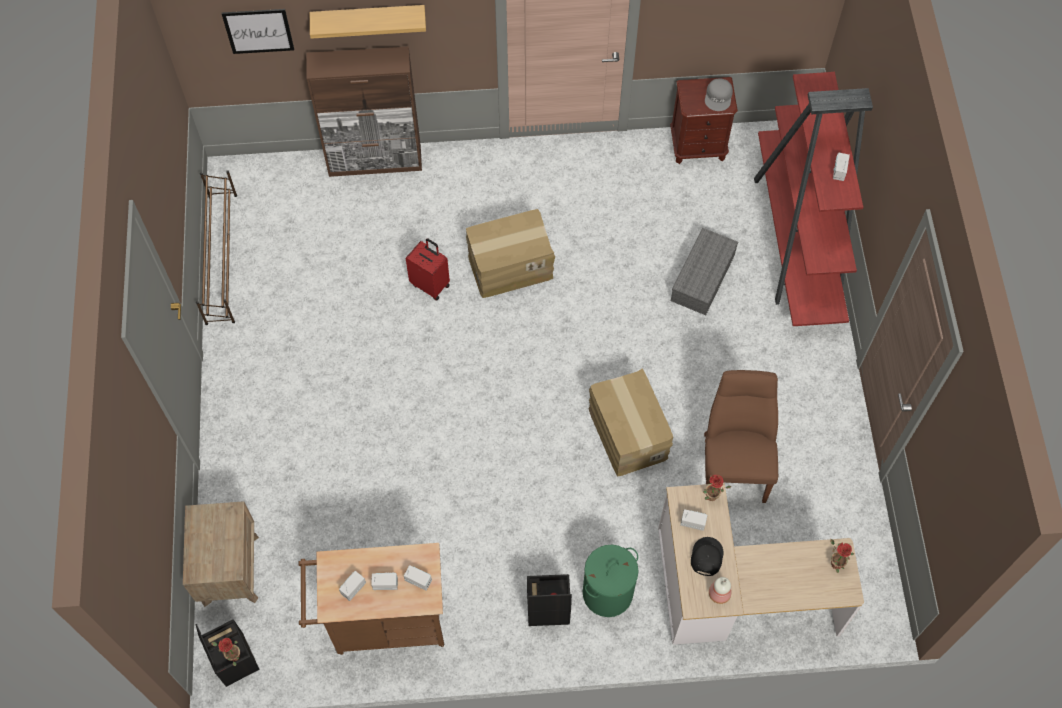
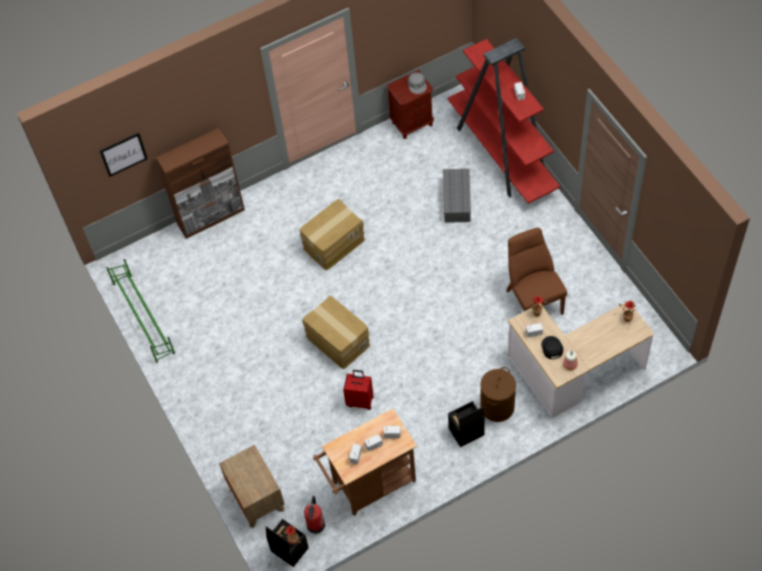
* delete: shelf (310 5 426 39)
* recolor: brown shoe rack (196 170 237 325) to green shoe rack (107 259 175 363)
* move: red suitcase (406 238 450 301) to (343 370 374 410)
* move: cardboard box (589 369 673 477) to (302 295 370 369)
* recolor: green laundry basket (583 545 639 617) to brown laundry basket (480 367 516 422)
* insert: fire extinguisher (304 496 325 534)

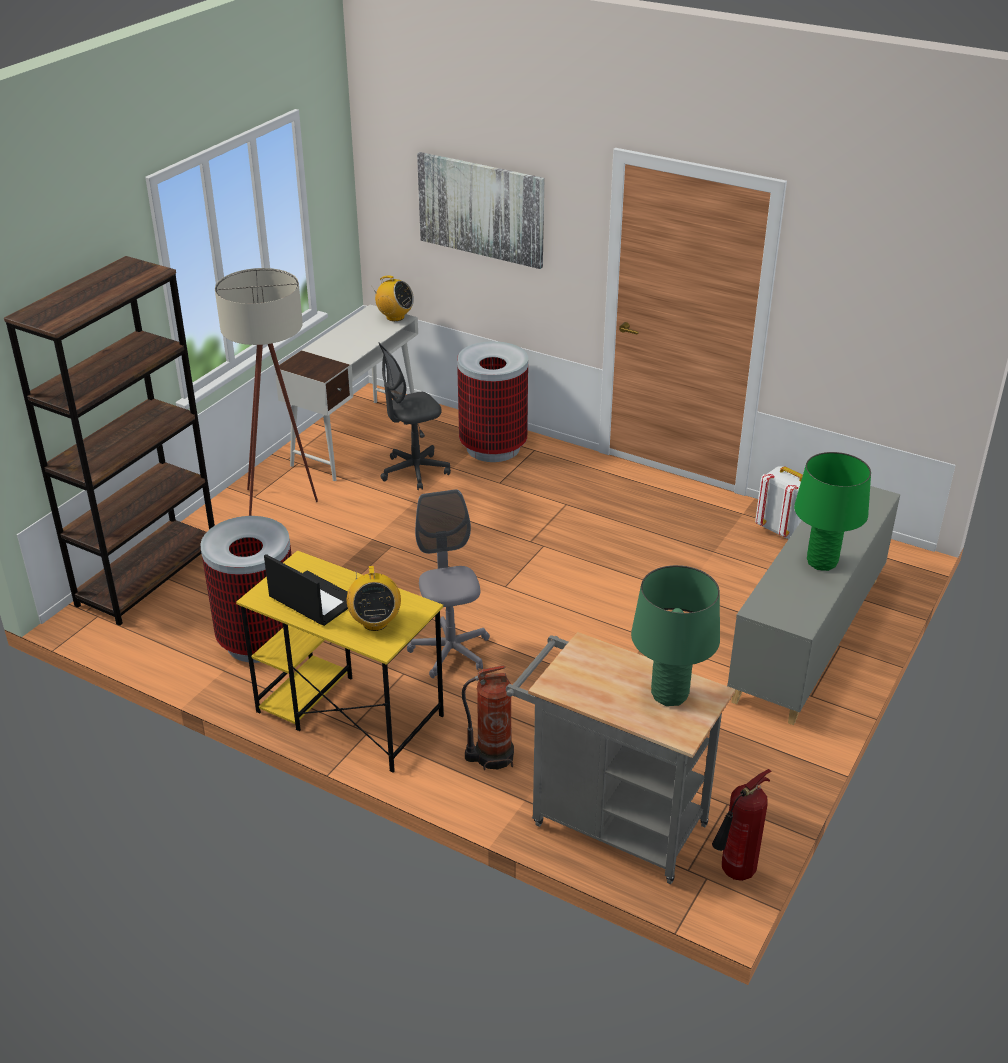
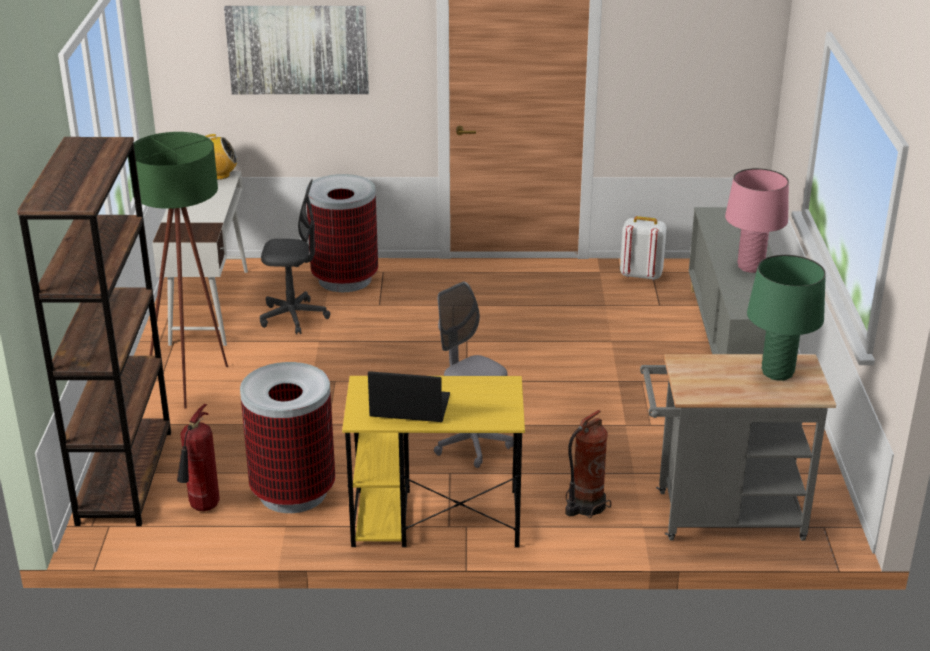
* recolor: beige floor lamp (215 268 318 516) to green floor lamp (128 132 228 409)
* rotate: grey office chair (378 342 451 490) = (260 179 330 335) 120 degrees counterclockwise
* recolor: green table lamp (794 452 871 571) to pink table lamp (725 168 789 273)
* delete: radio (347 566 401 631)
* move: fire extinguisher (712 769 771 881) to (177 404 220 511)

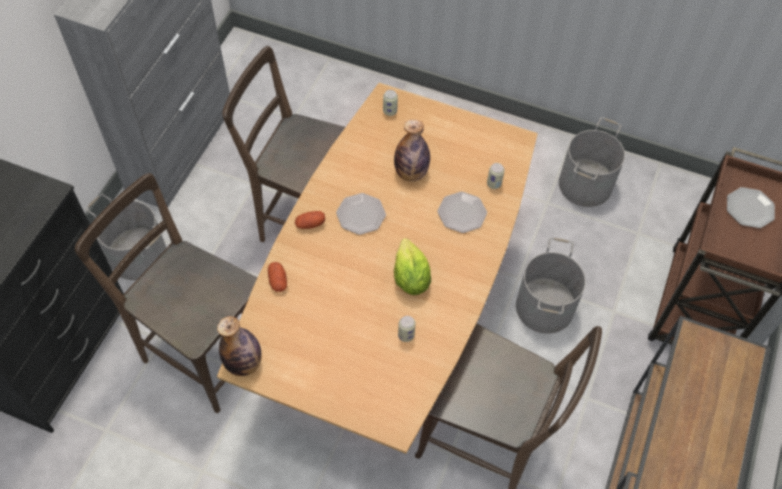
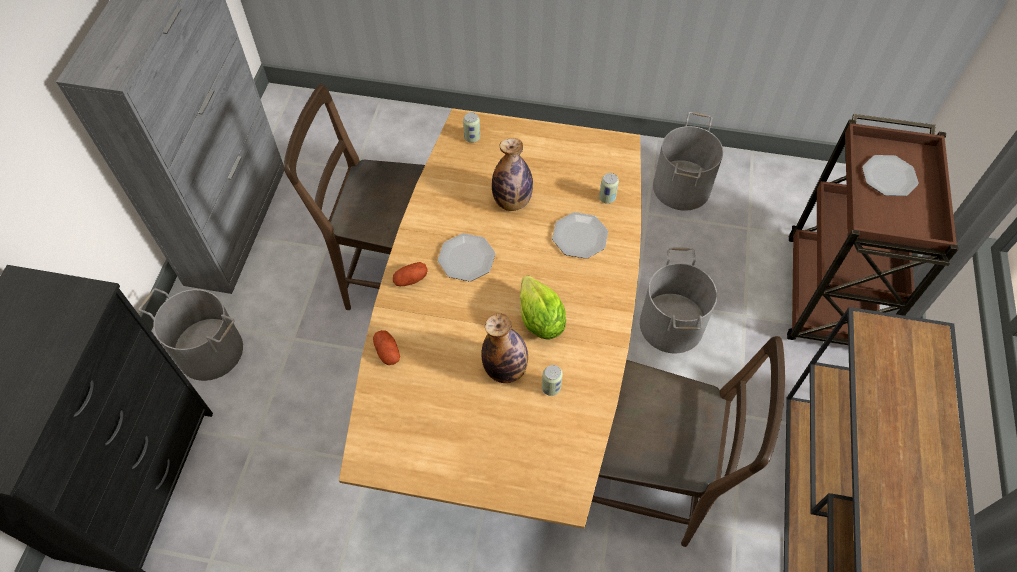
* delete: brown chair (75 173 257 413)
* move: bottle (217 316 262 376) to (481 313 528 383)

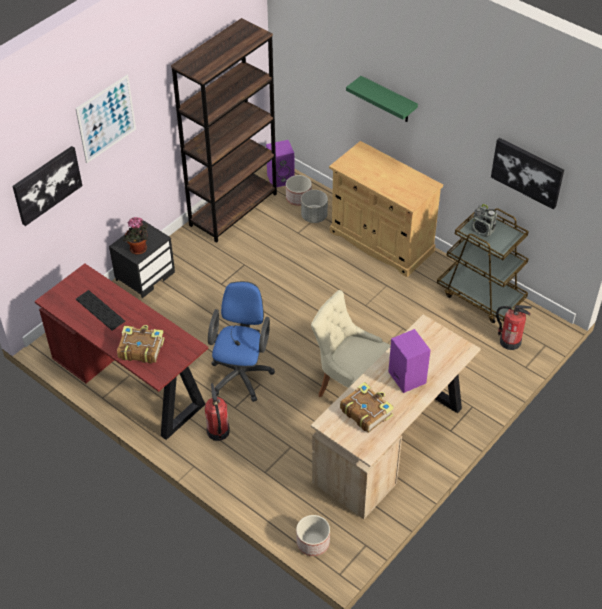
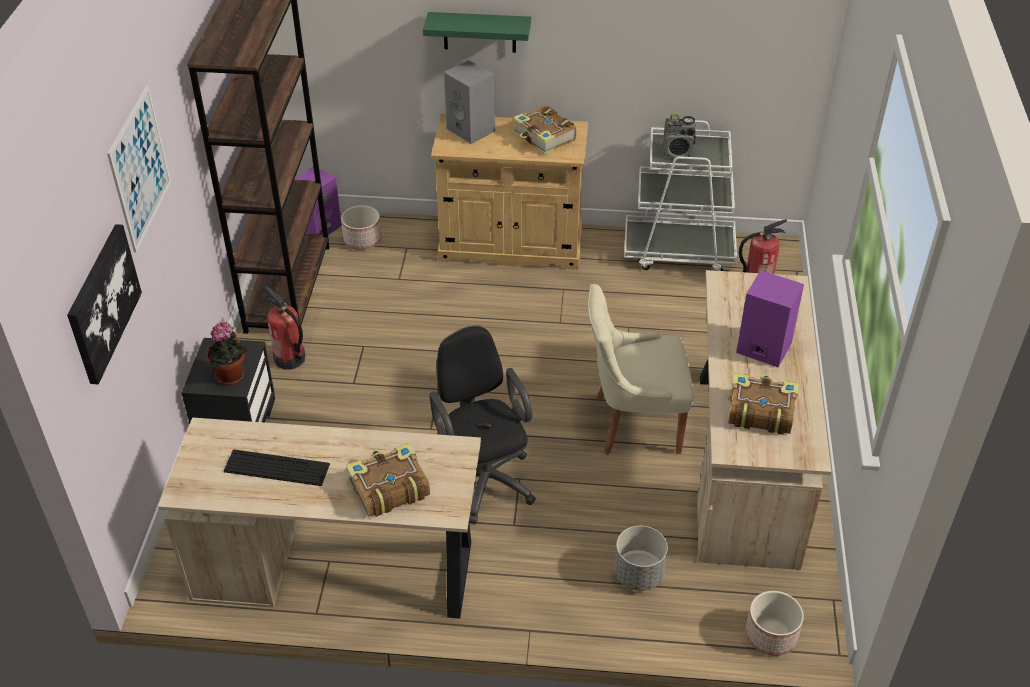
* delete: picture (491 138 564 210)
* move: grey planter (301 190 328 223) to (614 526 668 591)
* recolor: brown cart (437 208 529 323) to white cart (624 120 737 271)
* recolor: red desk (35 264 208 440) to beige desk (158 418 481 618)
* recolor: blue office chair (208 281 275 402) to black office chair (430 326 536 524)
* move: fire extinguisher (205 383 230 441) to (265 286 305 370)
* insert: grey speaker (444 60 495 144)
* insert: book (513 105 577 156)

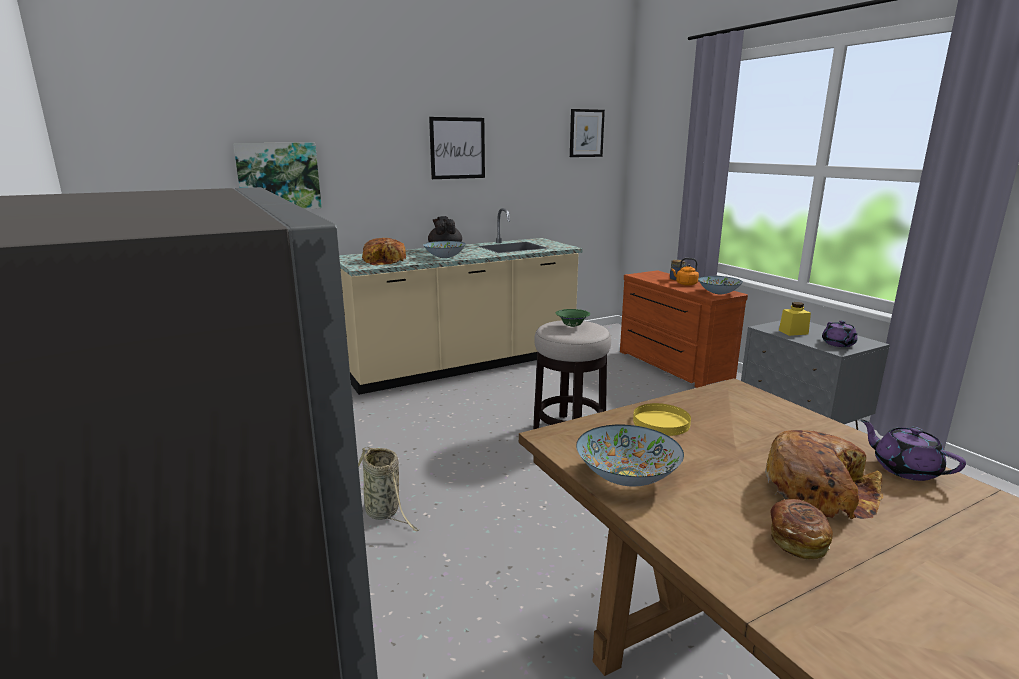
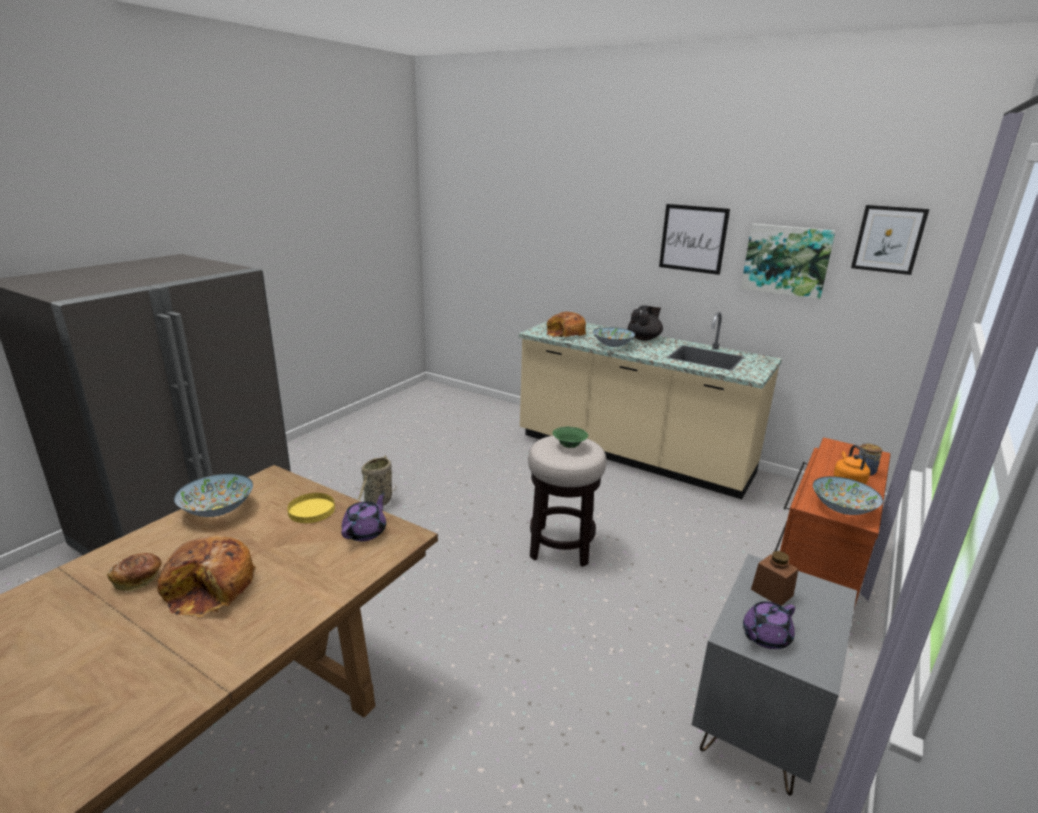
* move: picture (233 143 322 209) to (741 223 836 300)
* recolor: yellow jar (779 302 811 336) to brown jar (751 551 798 606)
* move: purple teapot (860 419 966 481) to (341 492 386 541)

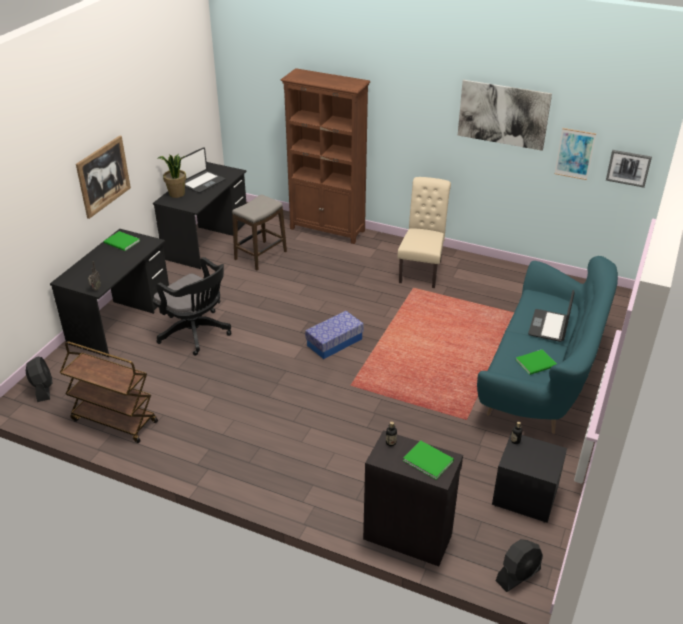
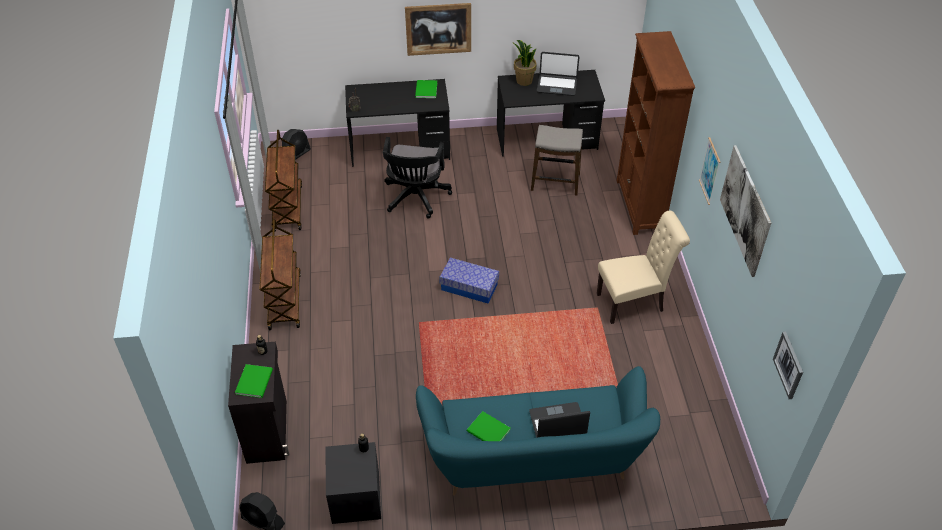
* move: picture (554 128 596 180) to (699 137 720 205)
* insert: brown cart (259 219 301 330)

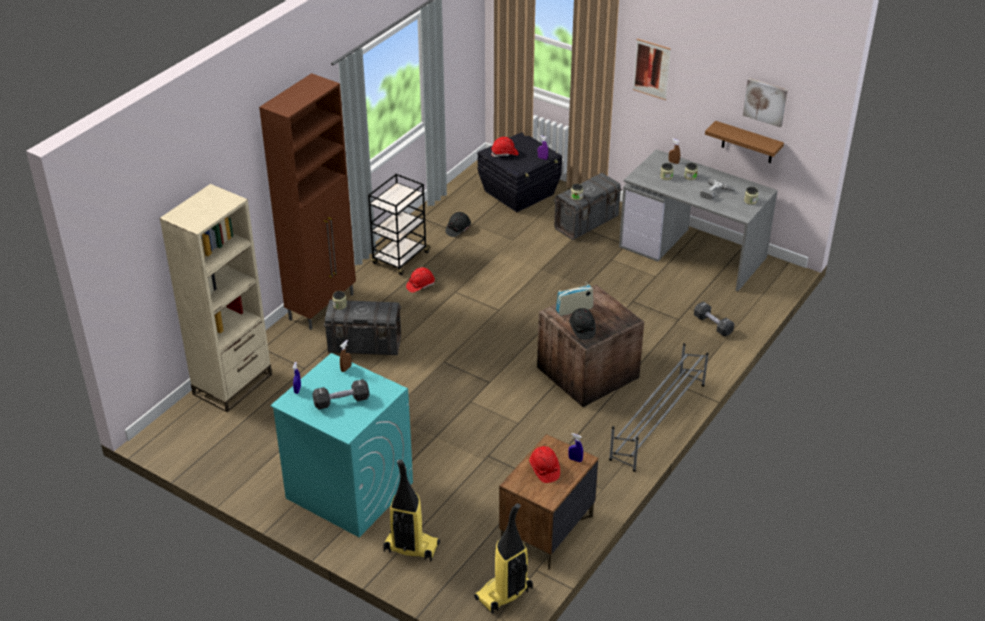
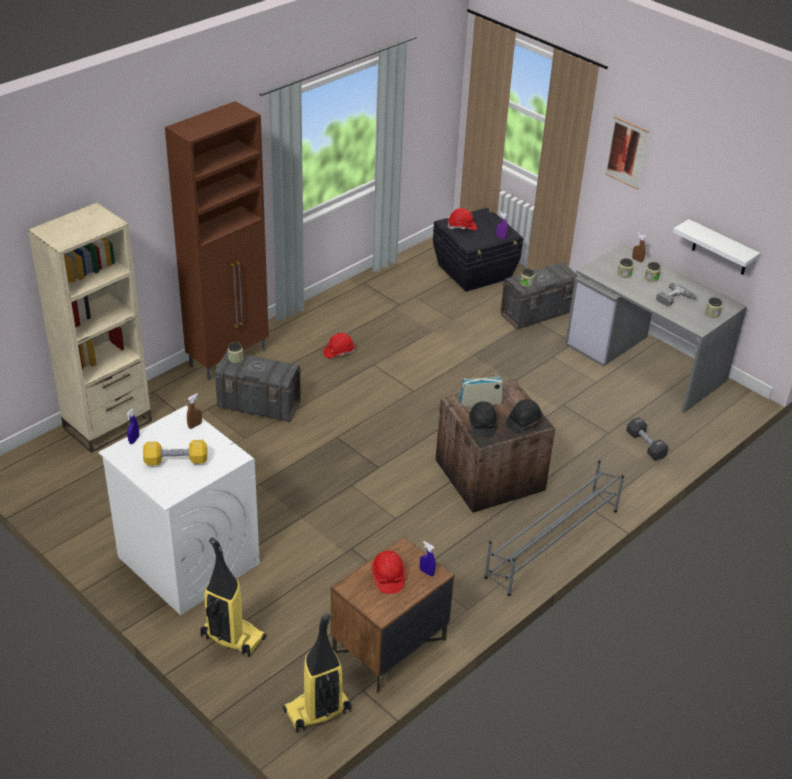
* delete: picture (743 78 787 127)
* recolor: brown shelf (705 121 784 163) to white shelf (673 219 760 275)
* delete: black cart (368 174 431 275)
* move: black hard hat (445 212 471 237) to (506 399 542 433)
* recolor: turquoise washing machine (270 353 413 537) to white washing machine (99 406 260 615)
* recolor: black dumbbell (312 379 369 409) to yellow dumbbell (143 440 207 466)

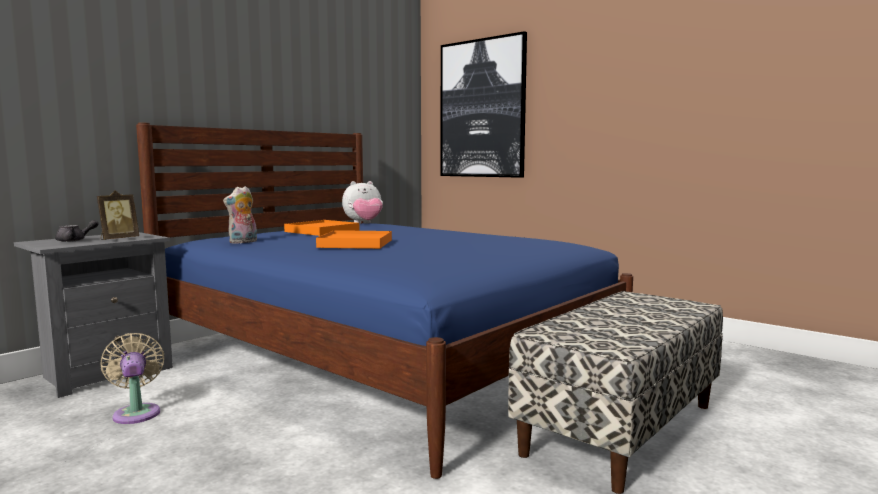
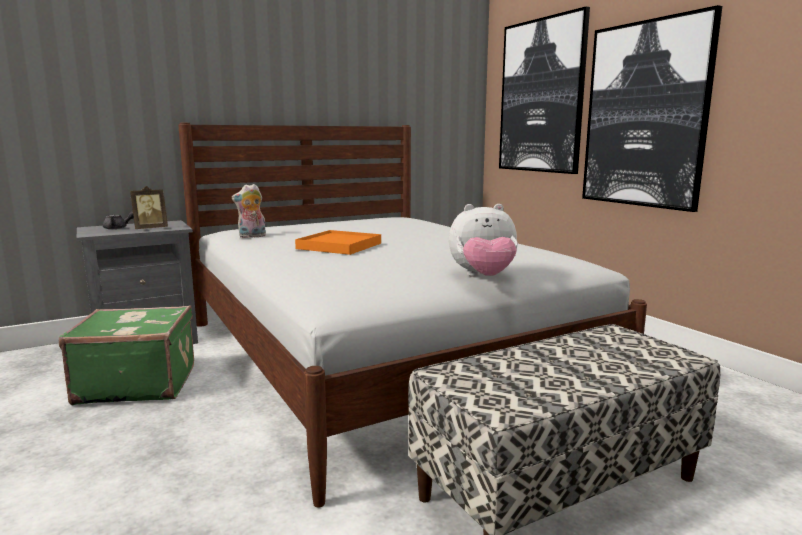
* recolor: blue bed (136 123 633 479) to white bed (178 123 647 508)
* move: plush toy (342 181 383 224) to (449 204 518 277)
* delete: orange tray (284 220 359 236)
* replace: beige fan (101 333 164 424) to green suitcase (59 305 194 405)
* insert: picture (582 5 722 212)

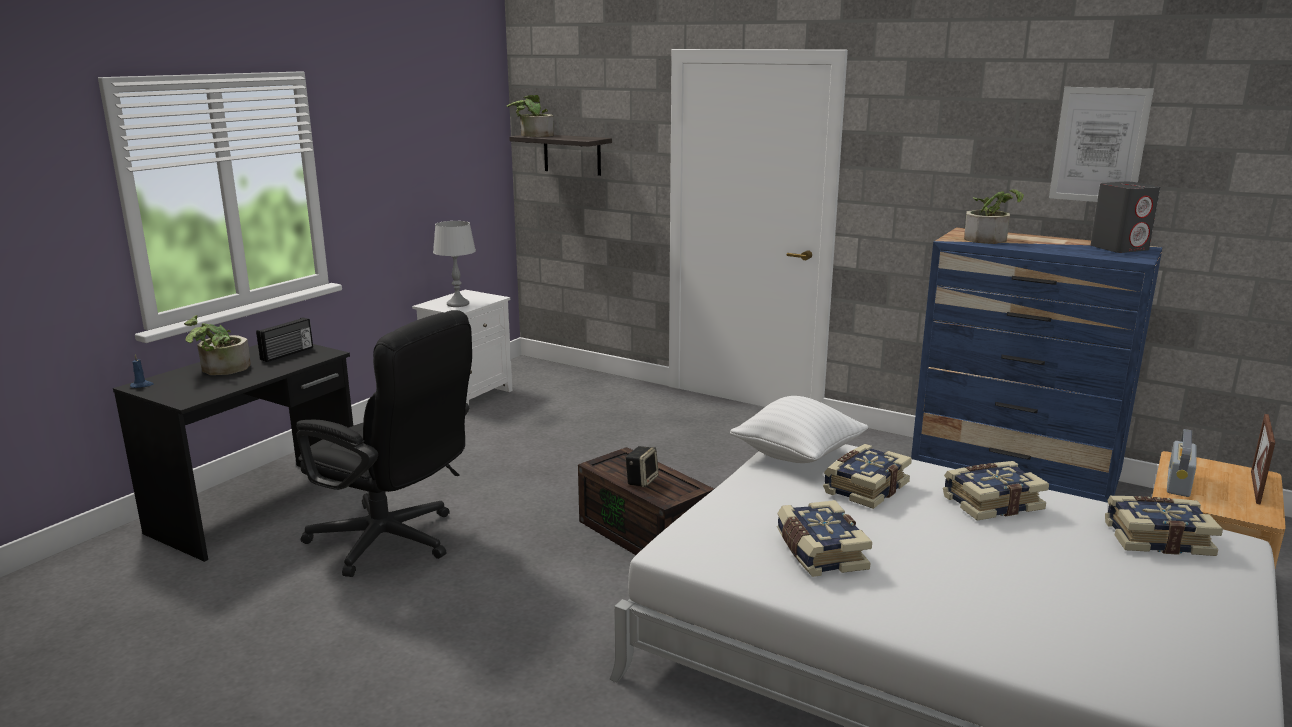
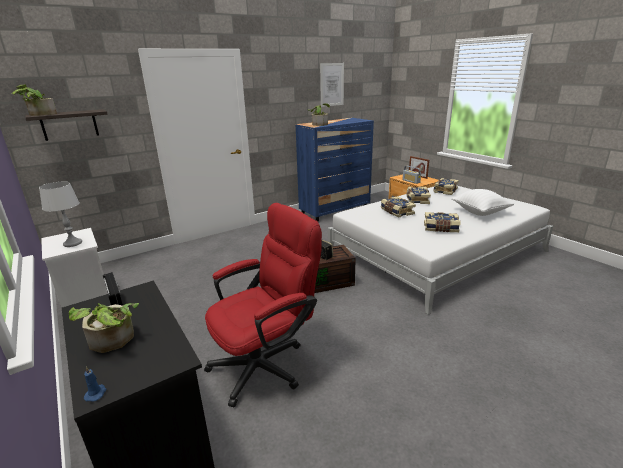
* delete: grey speaker (1091 182 1160 253)
* recolor: black office chair (296 310 472 577) to red office chair (204 203 322 407)
* move: white pillow (730 396 869 463) to (451 189 514 216)

